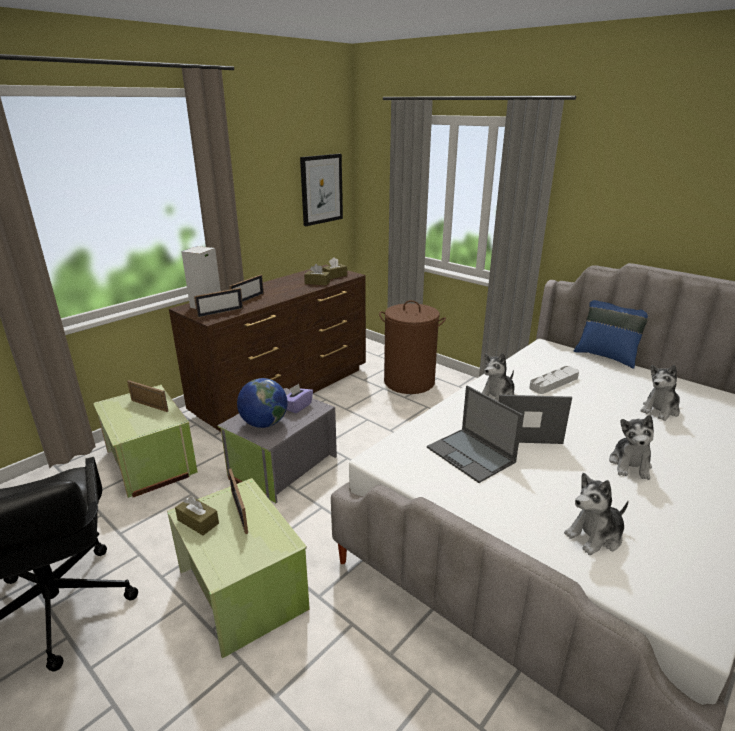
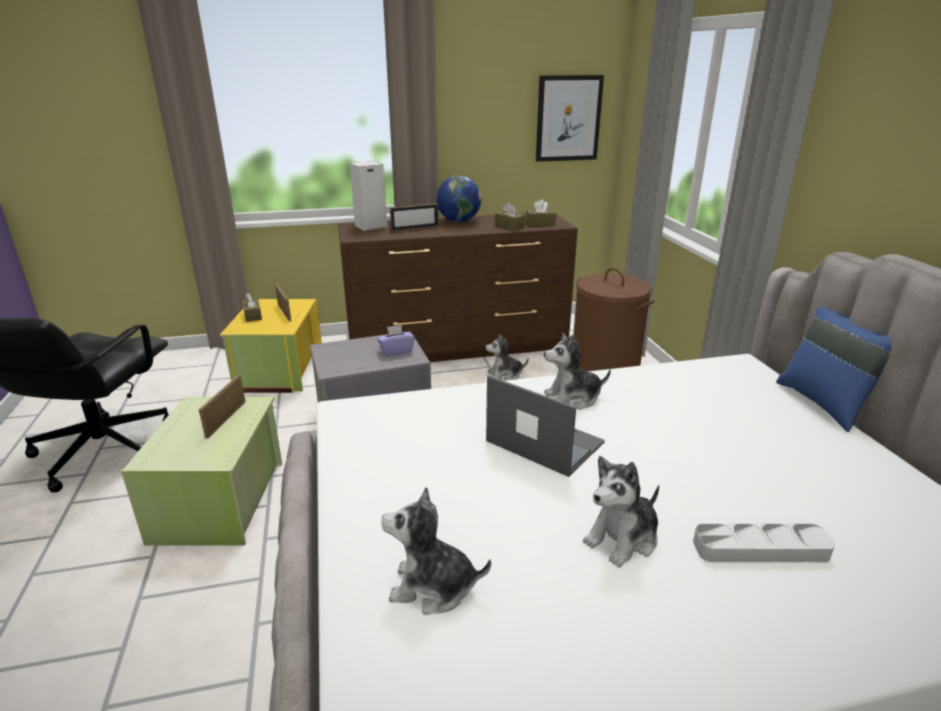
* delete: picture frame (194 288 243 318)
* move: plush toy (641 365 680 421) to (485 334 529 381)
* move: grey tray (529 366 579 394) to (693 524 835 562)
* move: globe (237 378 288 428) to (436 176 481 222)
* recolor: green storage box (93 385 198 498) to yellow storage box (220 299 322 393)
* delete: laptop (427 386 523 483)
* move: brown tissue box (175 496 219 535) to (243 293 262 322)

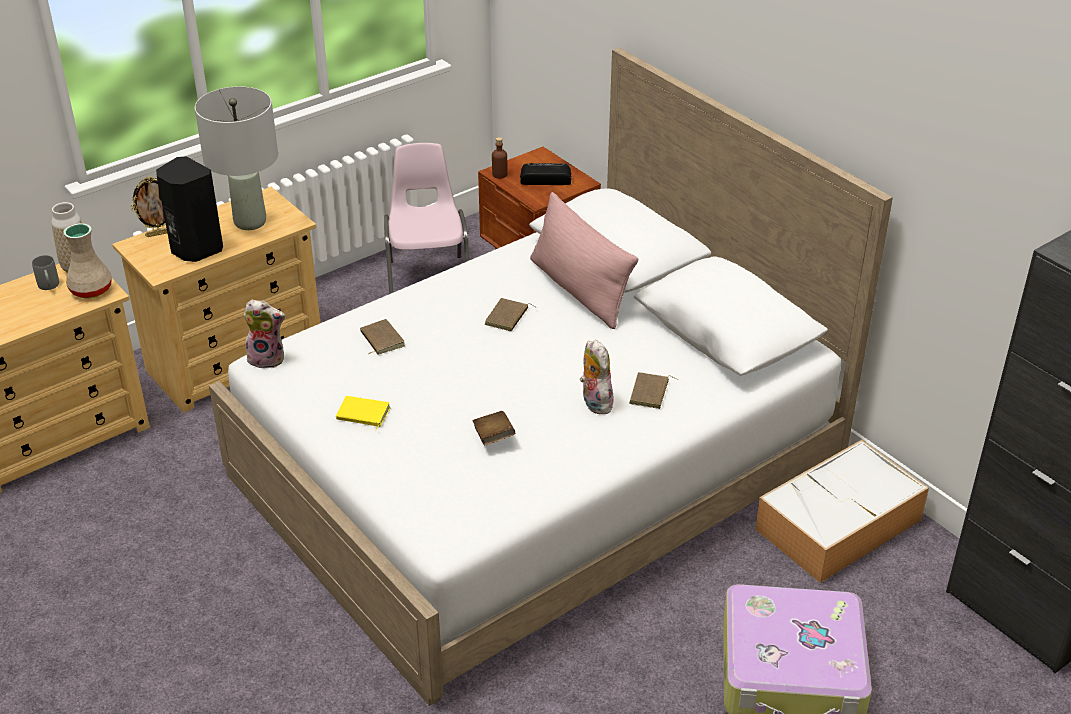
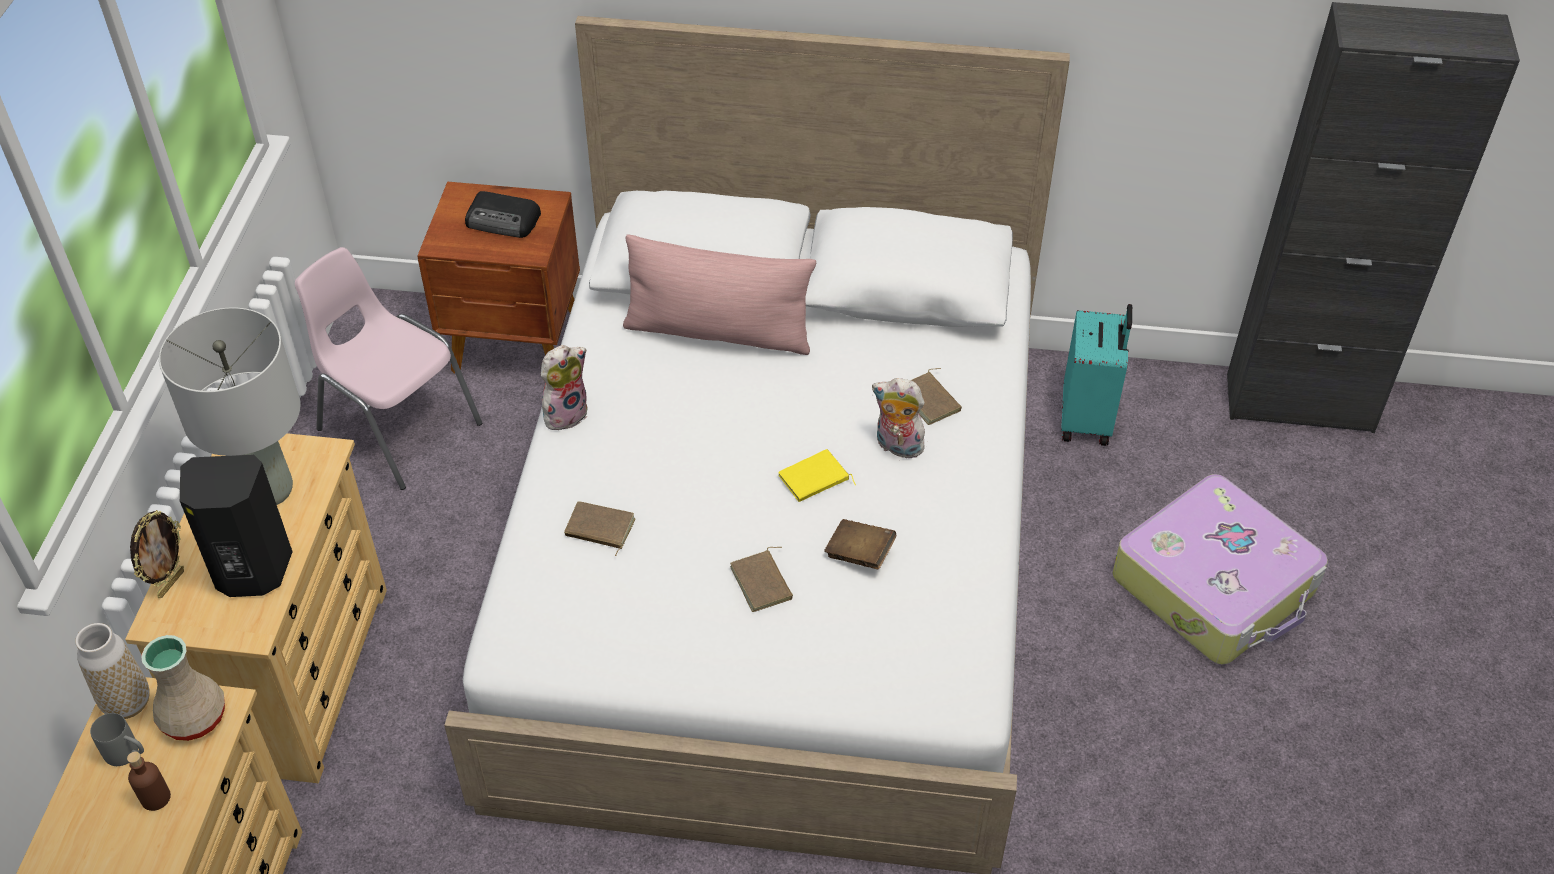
* move: brown bottle (492 137 508 179) to (127 751 171 811)
* rotate: radio (520 163 571 185) = (465 191 541 238) 120 degrees counterclockwise
* move: brown book (485 298 537 331) to (730 547 793 612)
* move: plush toy (243 300 285 369) to (541 345 588 430)
* move: yellow book (336 396 391 431) to (778 449 856 502)
* replace: storage box (755 440 929 583) to turquoise suitcase (1061 304 1132 446)

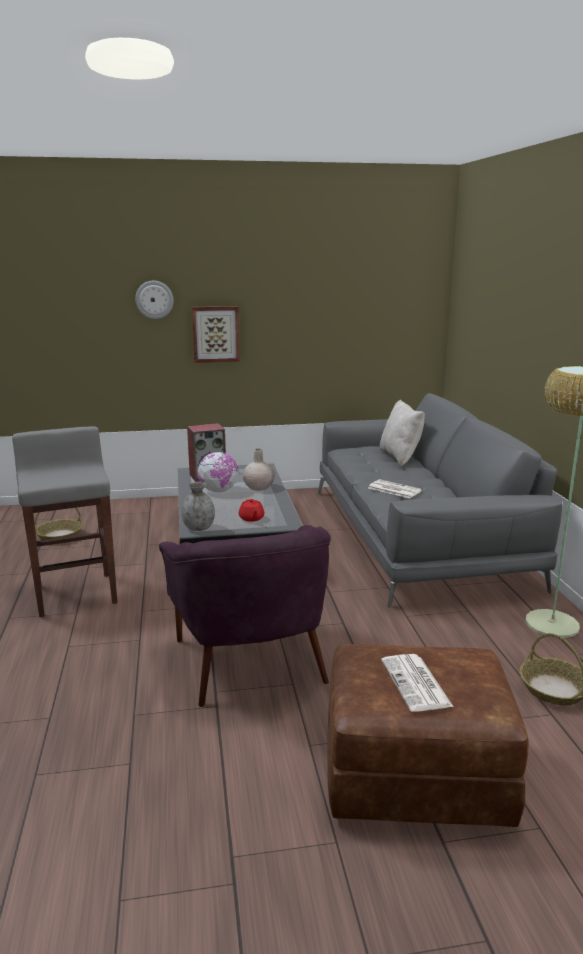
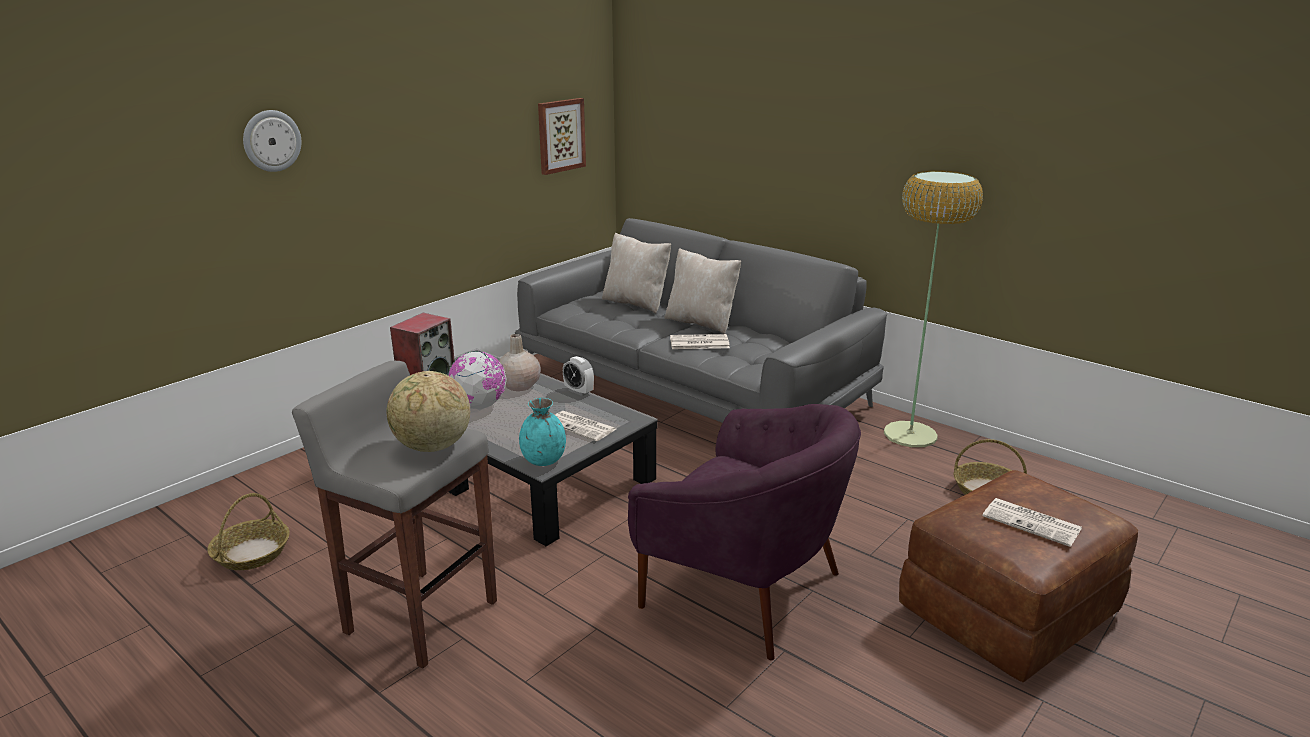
* move: picture (192 306 240 363) to (538 98 586 175)
* recolor: grey vase (181 482 215 531) to turquoise vase (519 398 566 466)
* replace: red teapot (239 499 264 522) to newspaper (555 411 616 441)
* insert: beige pillow (664 248 741 334)
* insert: alarm clock (563 356 594 396)
* insert: globe (386 371 470 452)

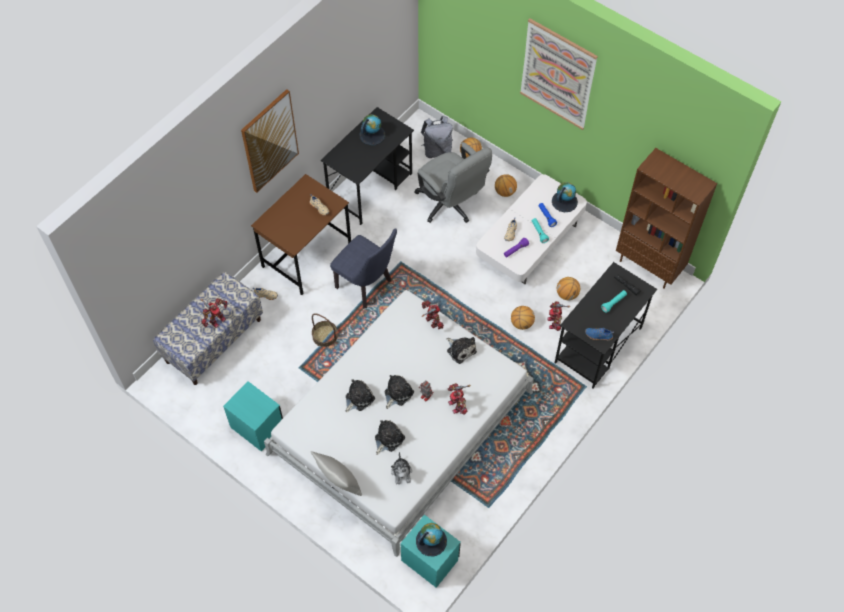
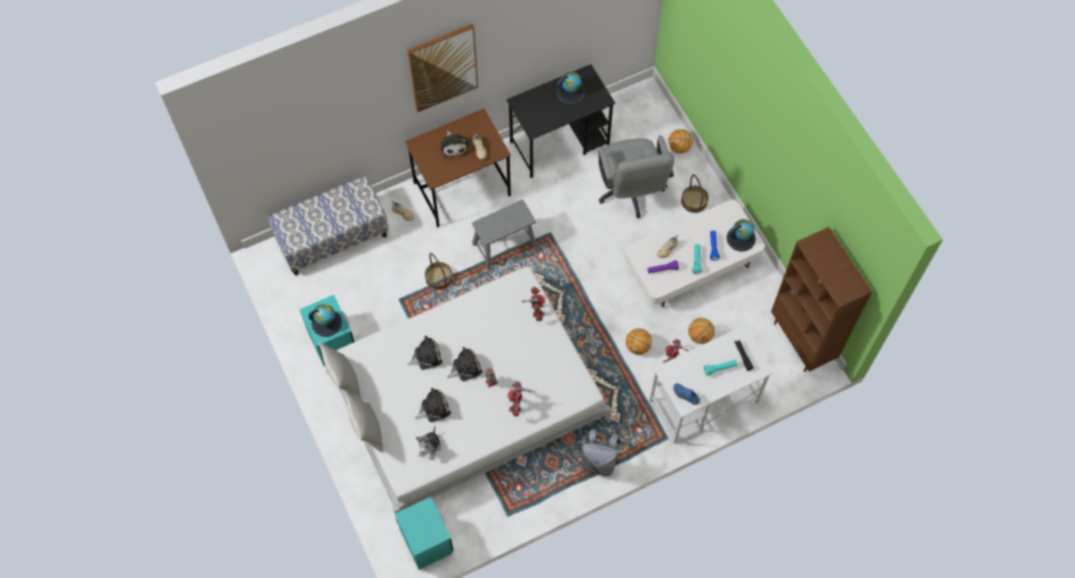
* delete: picture (520 19 598 130)
* move: grey backpack (421 116 453 158) to (580 429 621 476)
* replace: basketball (495 174 517 197) to basket (681 174 709 213)
* replace: blue chair (330 228 397 309) to grey stool (472 200 537 270)
* recolor: black desk (555 262 657 388) to white desk (649 326 773 444)
* delete: toy robot (201 298 228 328)
* move: plush toy (447 337 477 364) to (440 130 468 158)
* move: globe (416 523 447 556) to (308 304 342 337)
* insert: grey pillow (319 342 361 400)

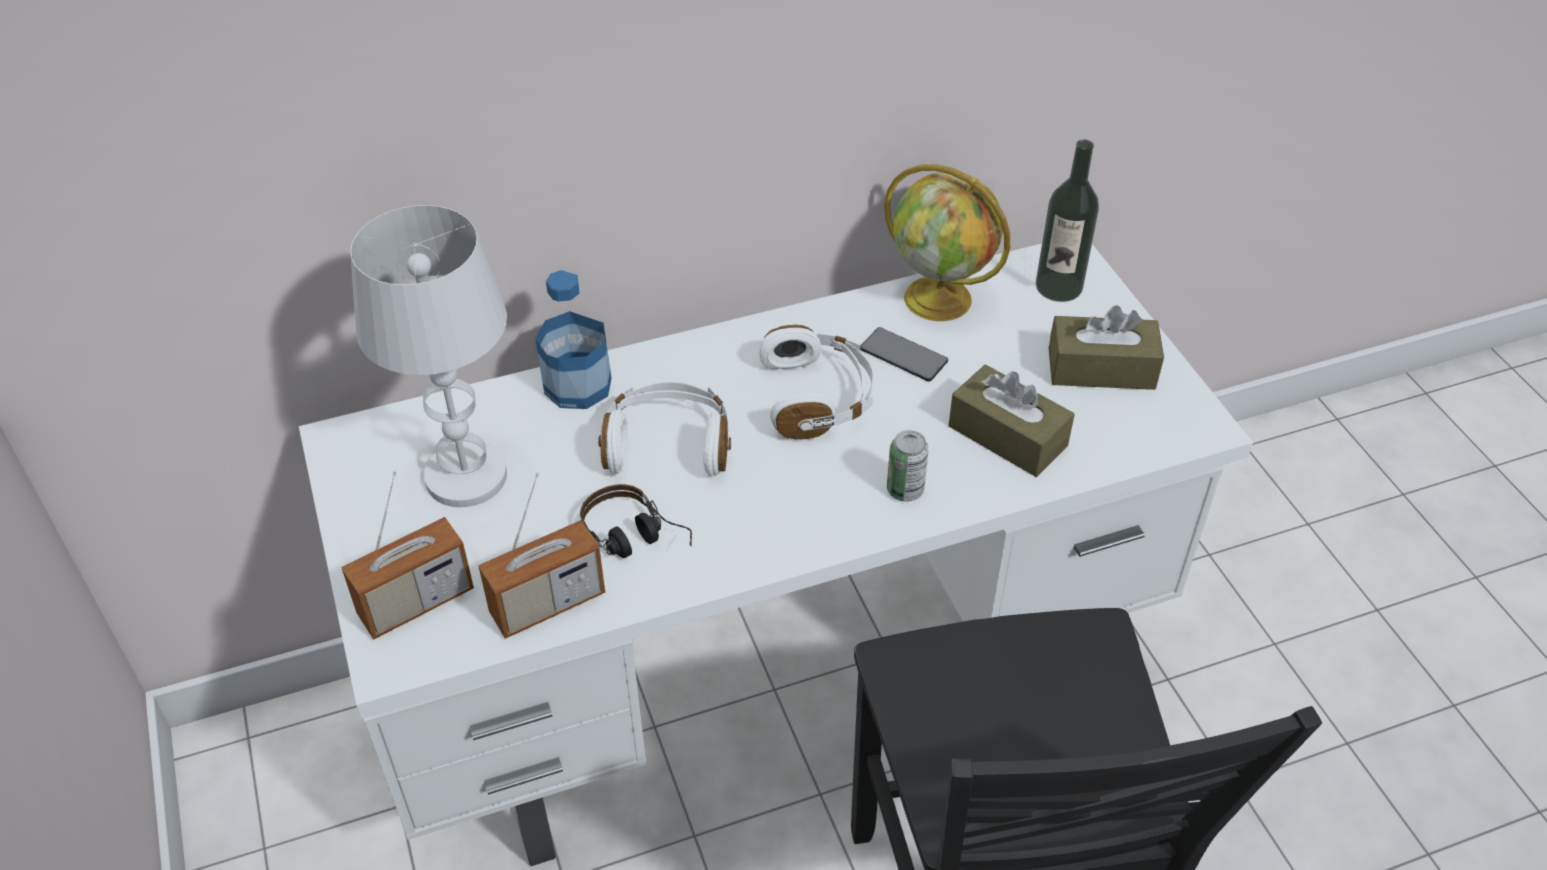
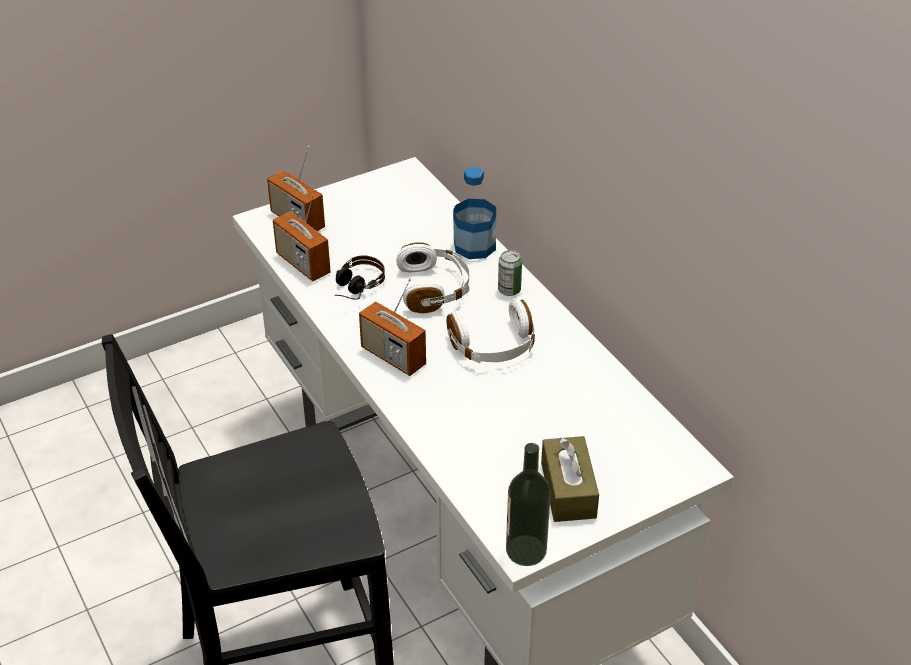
* move: bottle (1036 140 1099 302) to (506 443 551 566)
* delete: globe (884 164 1010 321)
* delete: white table lamp (350 205 507 507)
* delete: phone (860 327 948 382)
* delete: brown tissue box (949 364 1075 477)
* move: can (887 430 929 502) to (498 250 522 296)
* insert: radio (359 278 426 376)

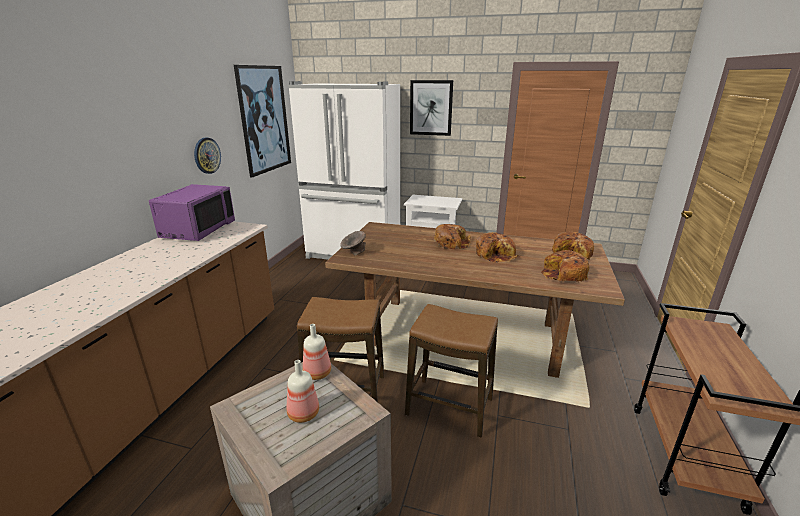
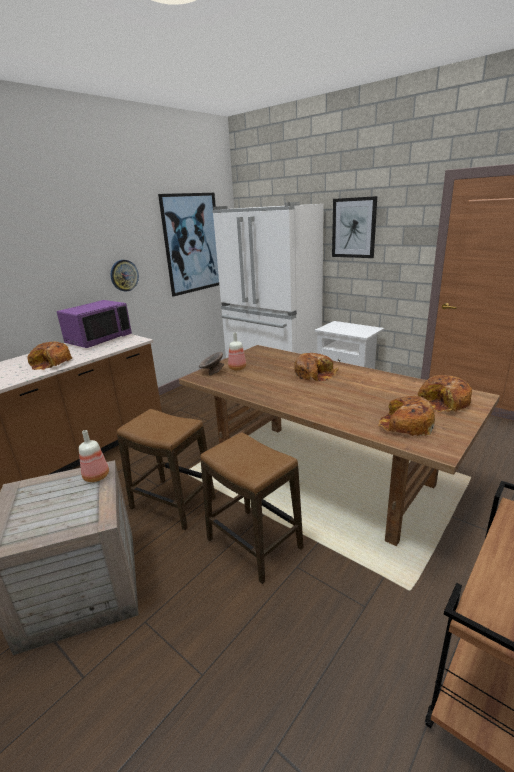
* move: bread (476 232 518 263) to (27 342 72 370)
* move: bottle (287 360 319 423) to (228 332 246 371)

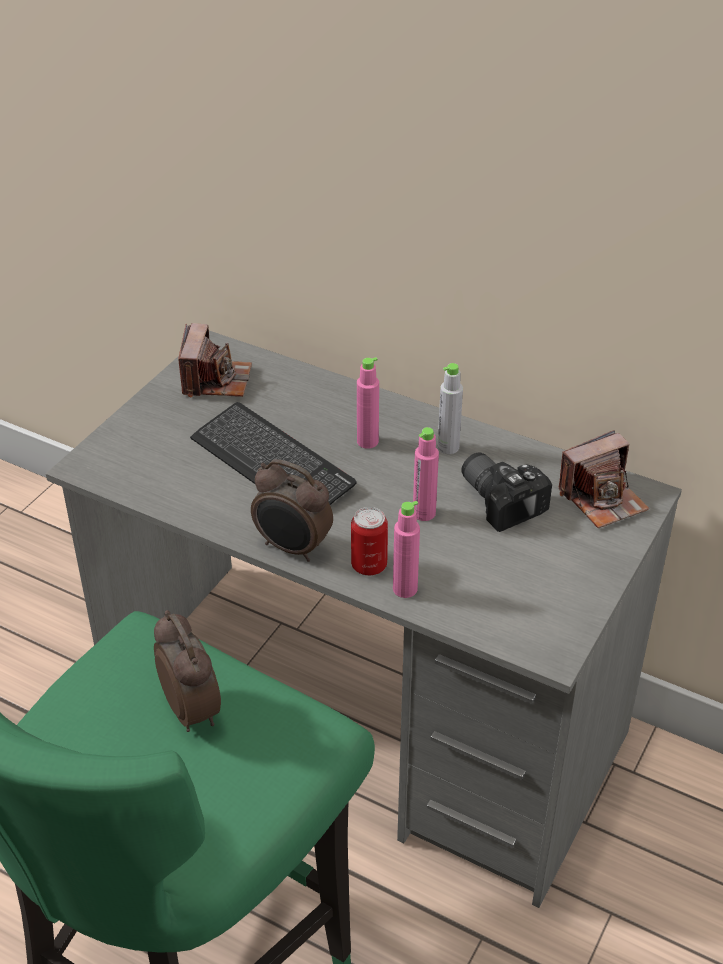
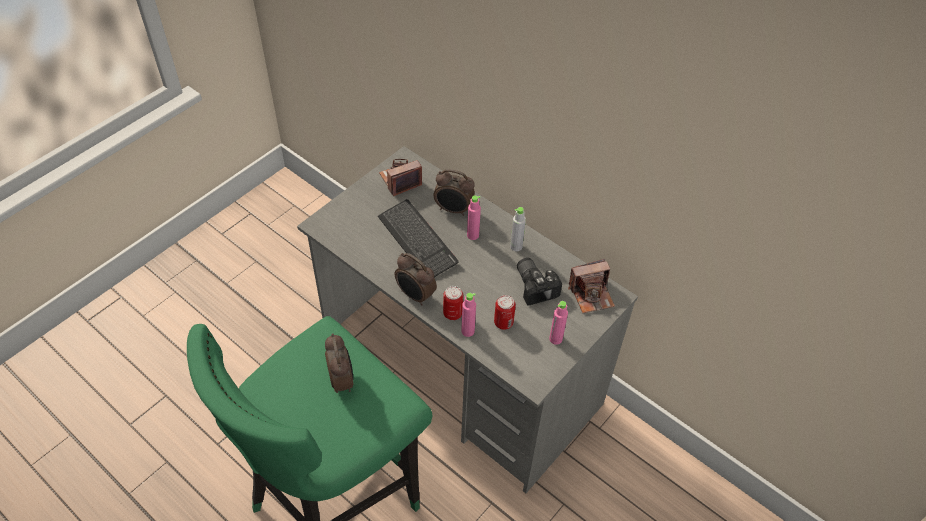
* rotate: photo camera (178 323 252 398) = (379 159 422 196) 135 degrees counterclockwise
* move: pink bottle (413 427 439 521) to (549 301 568 345)
* insert: alarm clock (434 169 475 216)
* insert: can (494 295 516 330)

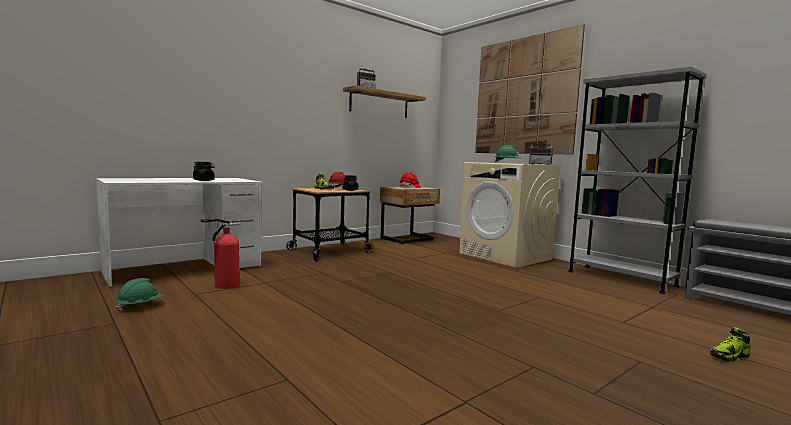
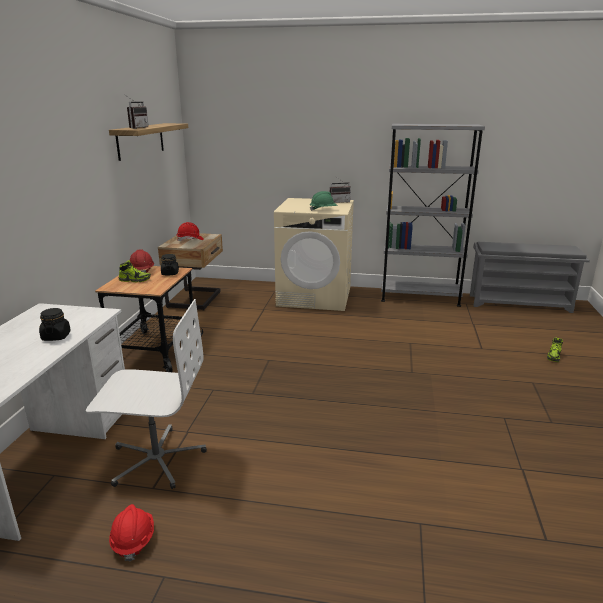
* delete: picture (475 24 585 155)
* replace: fire extinguisher (201 219 241 289) to white office chair (86 299 207 489)
* recolor: green hard hat (115 278 163 312) to red hard hat (109 504 154 561)

